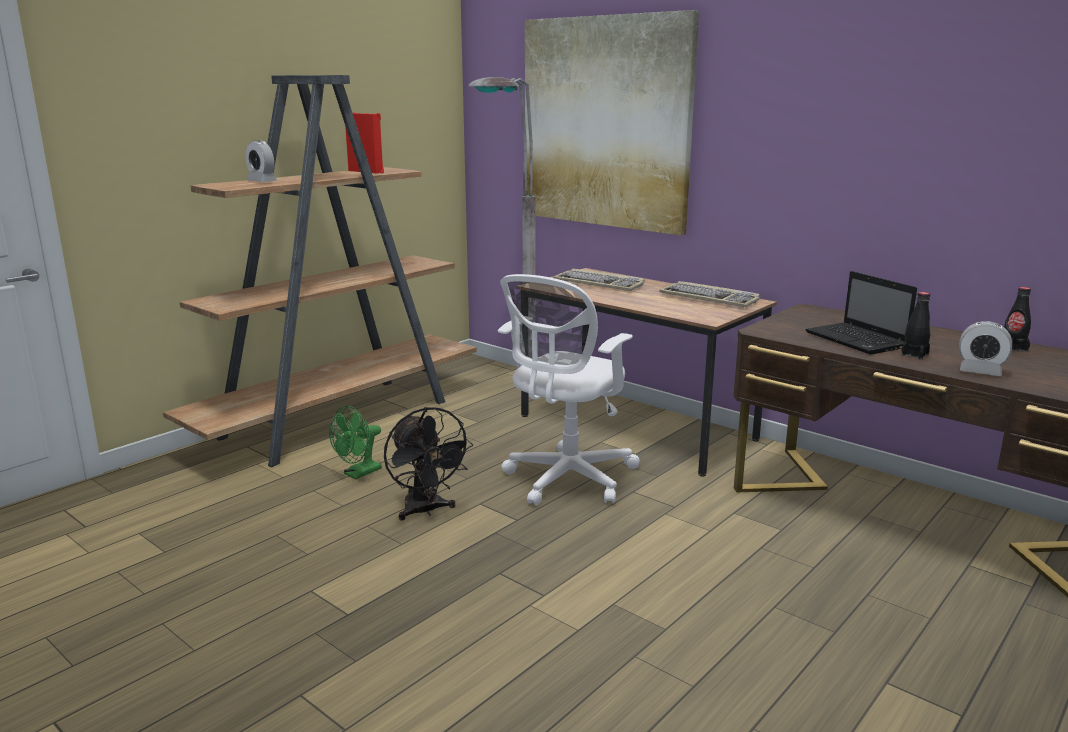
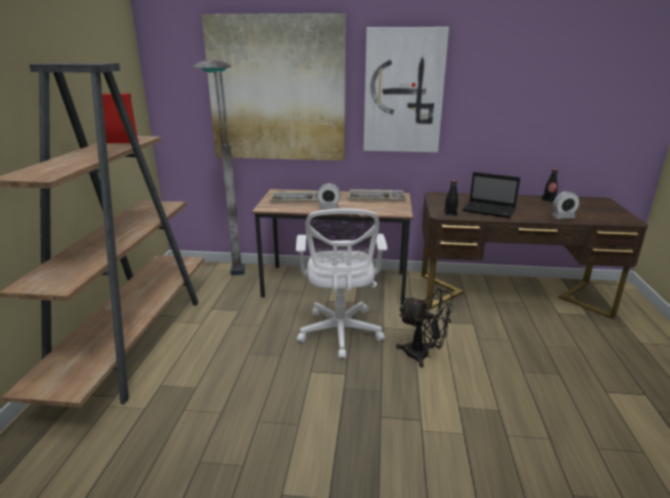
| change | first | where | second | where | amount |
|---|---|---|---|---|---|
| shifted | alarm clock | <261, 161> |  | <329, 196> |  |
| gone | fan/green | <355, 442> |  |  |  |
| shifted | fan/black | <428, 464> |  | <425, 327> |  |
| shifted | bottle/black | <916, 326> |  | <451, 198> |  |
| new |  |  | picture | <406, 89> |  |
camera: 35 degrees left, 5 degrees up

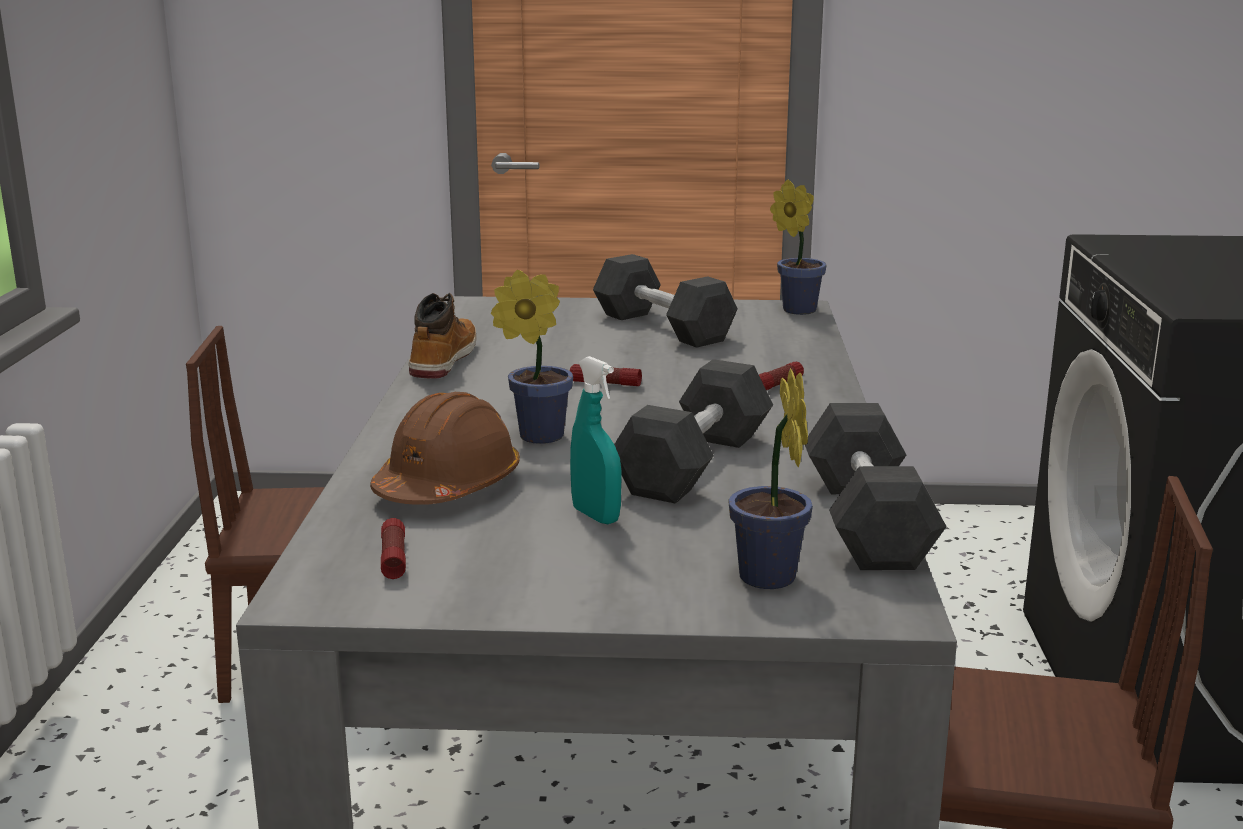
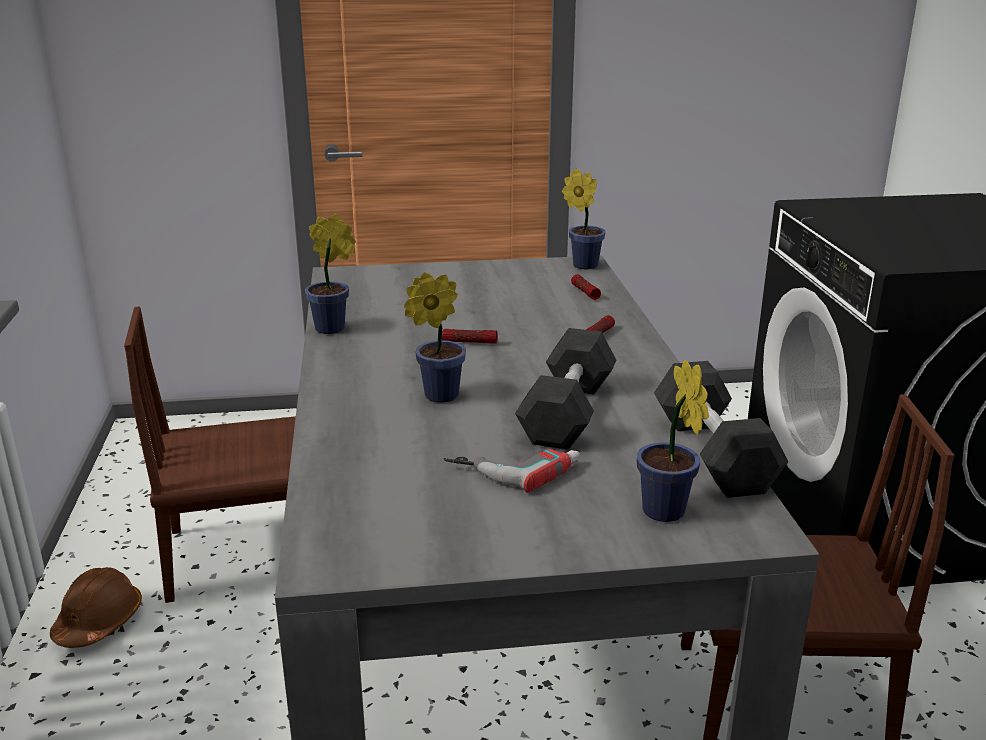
| change | first | where | second | where | amount |
|---|---|---|---|---|---|
| shifted | hard hat/brown | <445, 448> |  | <96, 607> |  |
| shifted | flashlight | <393, 548> |  | <586, 287> |  |
| swapped | boot | <443, 336> | potted plant | <330, 273> |  |
| swapped | spray bottle/turquoise | <596, 440> | power drill | <511, 471> |  |
| gone | dumbbell/black | <665, 301> |  |  |  |
camera: 10 degrees left, 5 degrees up

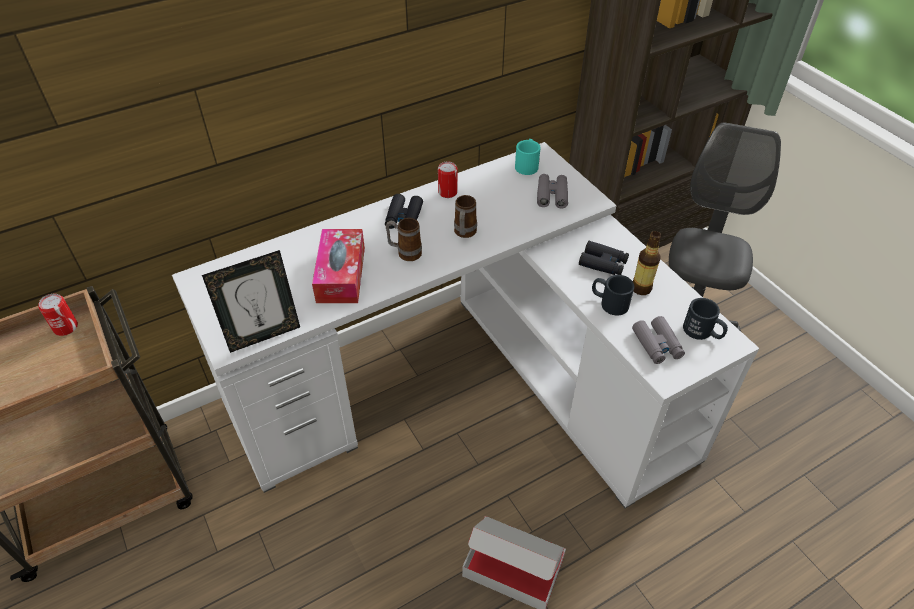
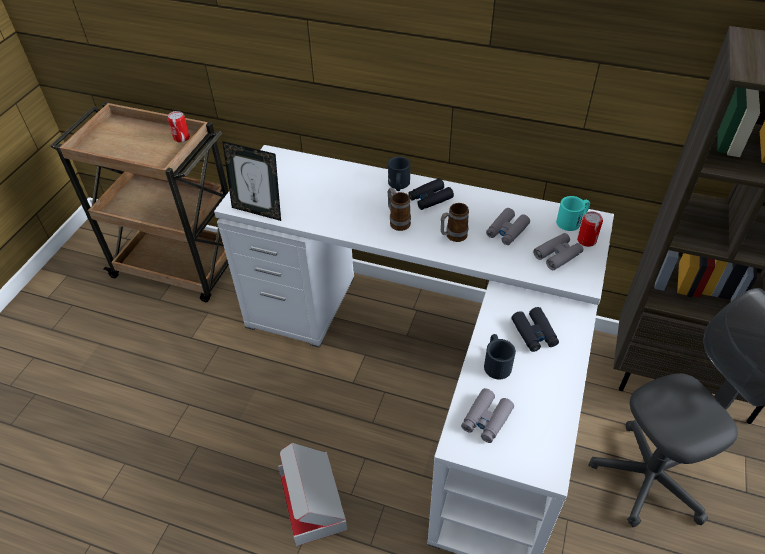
| change | first | where | second | where | amount |
|---|---|---|---|---|---|
| gone | tissue box | <338, 266> |  |  |  |
| shifted | can | <447, 179> |  | <590, 229> |  |
| gone | bottle | <647, 263> |  |  |  |
| shifted | mug/black | <705, 319> |  | <399, 173> |  |
| new |  |  | binoculars/grey | <508, 226> |  |
camera: 50 degrees right, 0 degrees up

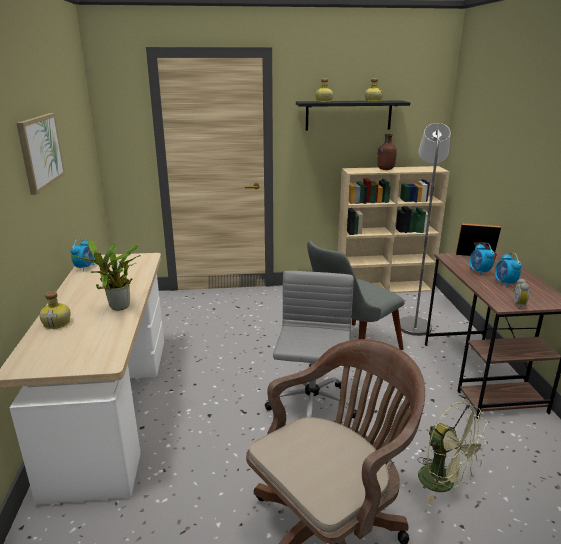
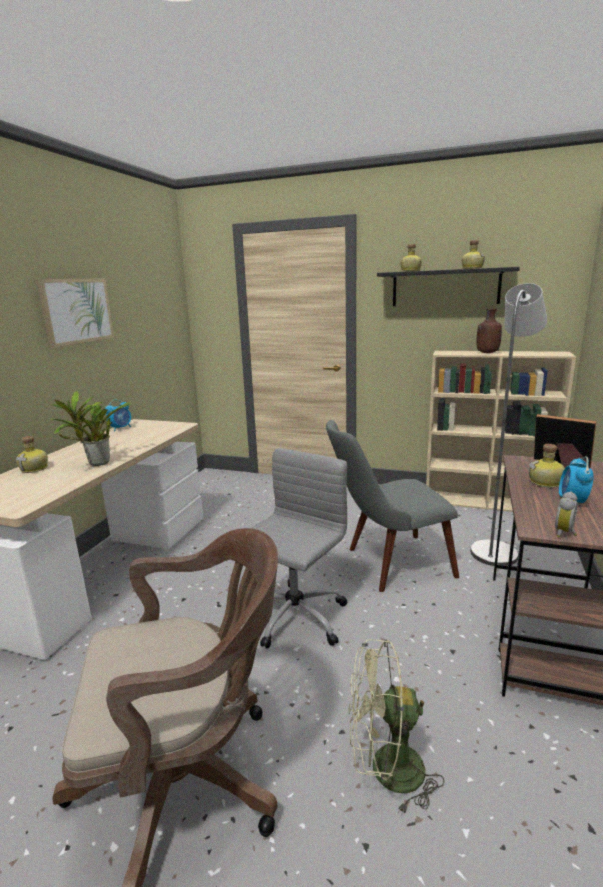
| change | first | where | second | where | amount |
|---|---|---|---|---|---|
| rotated | fan/green | <452, 453> |  | <396, 727> | 105 degrees clockwise |
| swapped | alarm clock | <482, 259> | bottle | <547, 465> |  |
camera: 25 degrees right, 5 degrees down

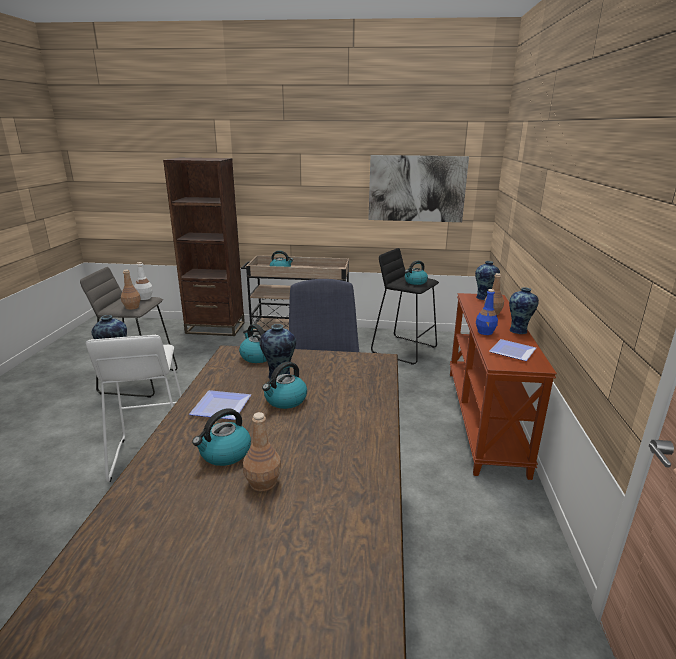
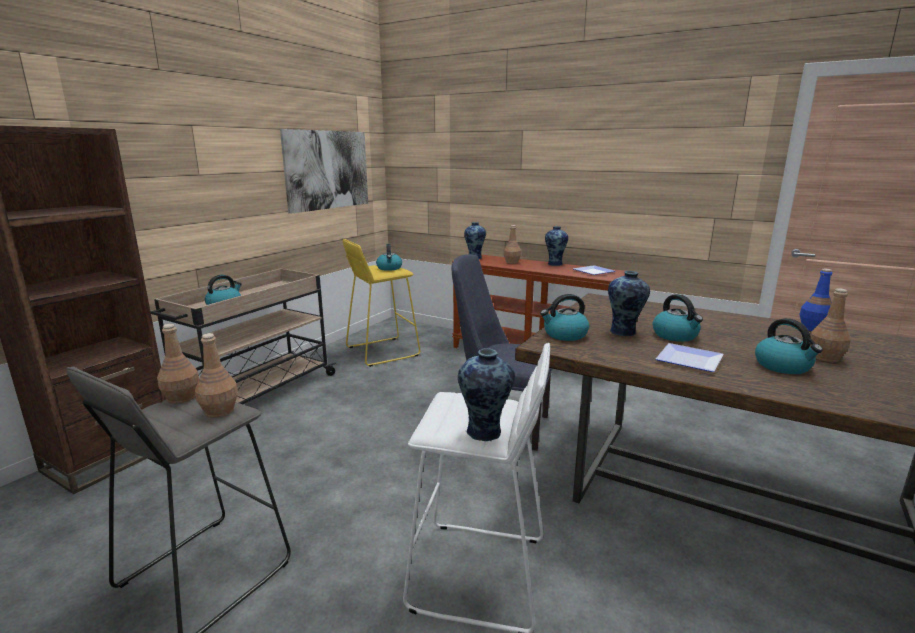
| change | first | where | second | where | amount |
|---|---|---|---|---|---|
| repainted | bottle/white | <143, 281> | bottle/brown | <178, 364> |  |
| repainted | stool/black | <405, 306> | stool/yellow | <381, 303> |  |
| shifted | bottle/blue | <487, 312> |  | <815, 300> |  |
camera: 65 degrees left, 5 degrees down

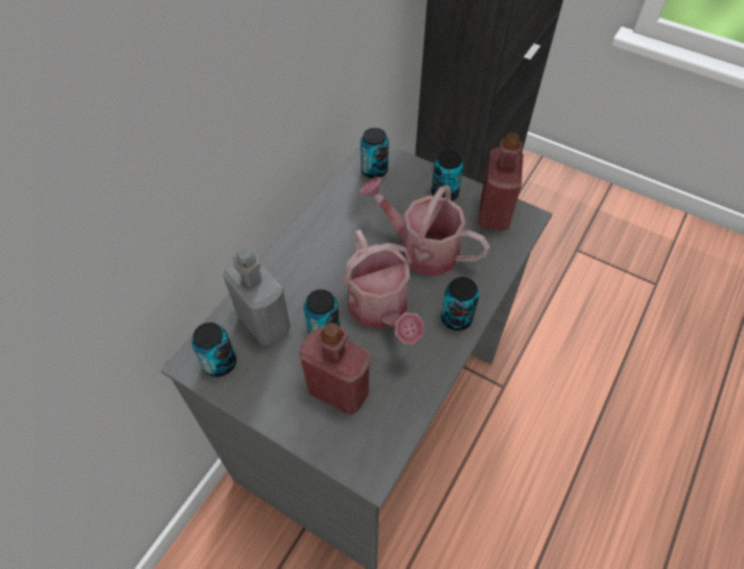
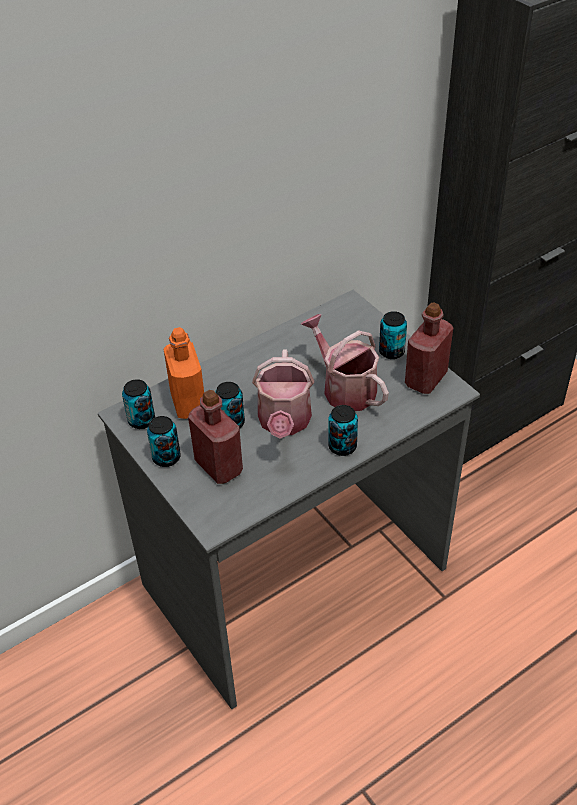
| change | first | where | second | where | amount |
|---|---|---|---|---|---|
| repainted | bottle/grey | <256, 296> | bottle/orange | <183, 373> |  |
| shifted | can | <374, 153> |  | <164, 441> |  |
camera: 25 degrees right, 10 degrees down

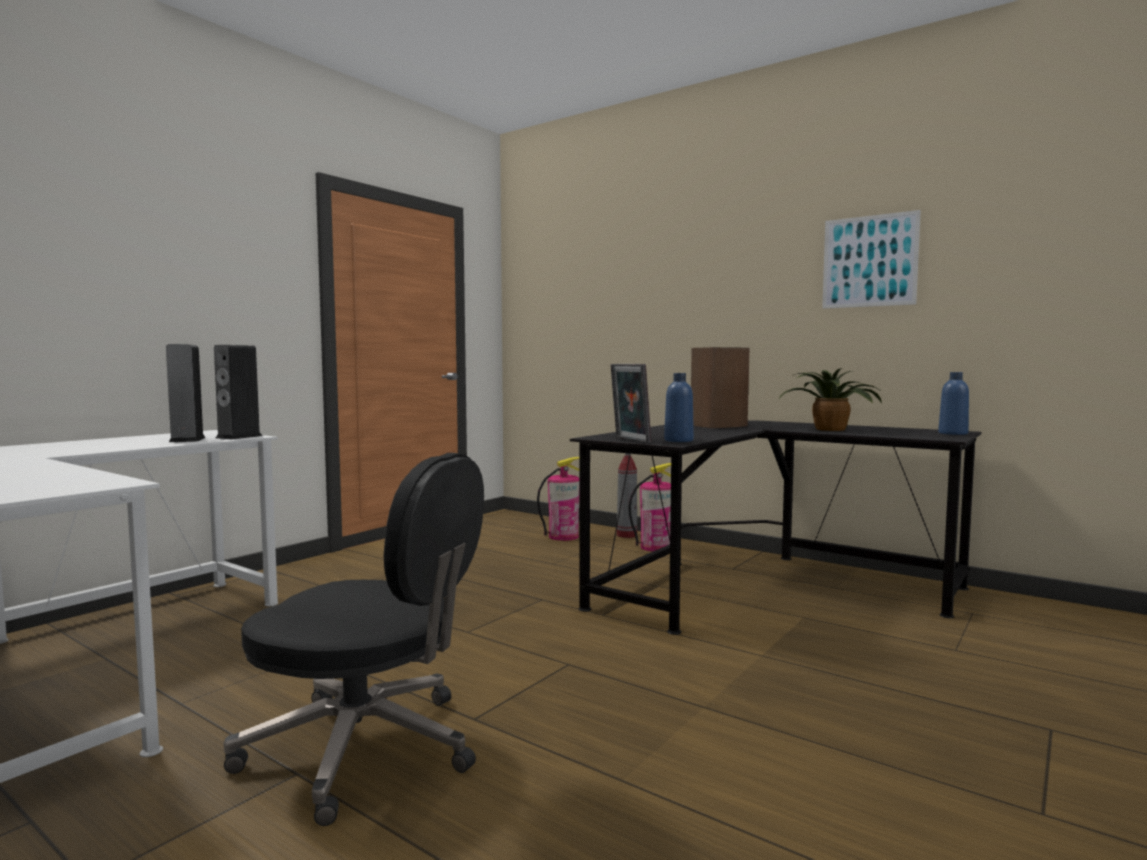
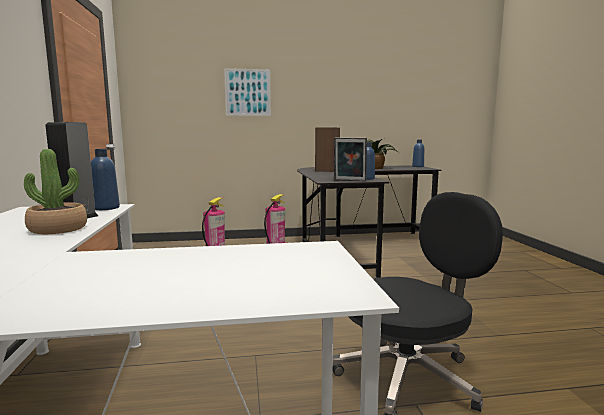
| change | first | where | second | where | amount |
|---|---|---|---|---|---|
| swapped | speaker | <238, 392> | bottle/blue | <105, 179> |  |
| gone | fire extinguisher | <627, 495> |  |  |  |
| shifted | picture | <871, 259> |  | <247, 92> |  |
| new |  |  | potted plant | <55, 191> |  |
camera: 45 degrees left, 5 degrees up

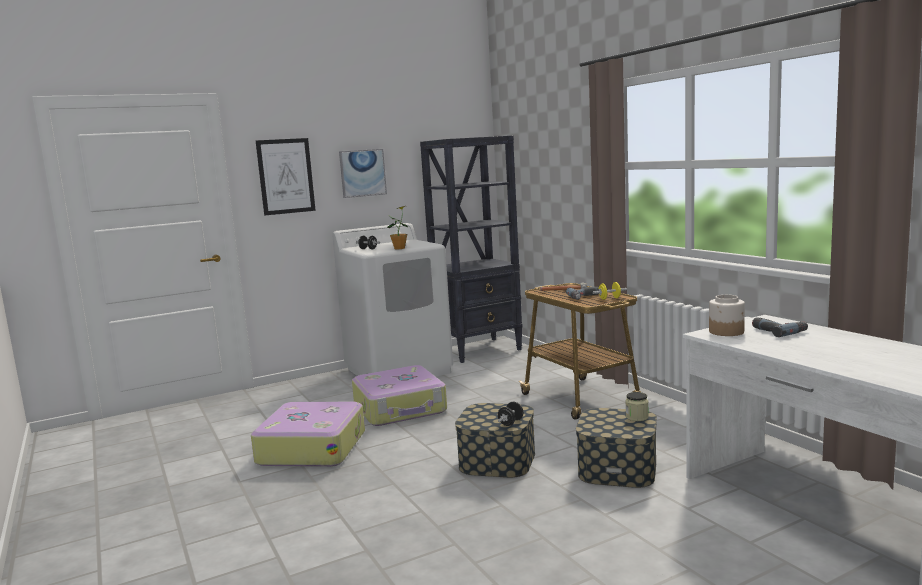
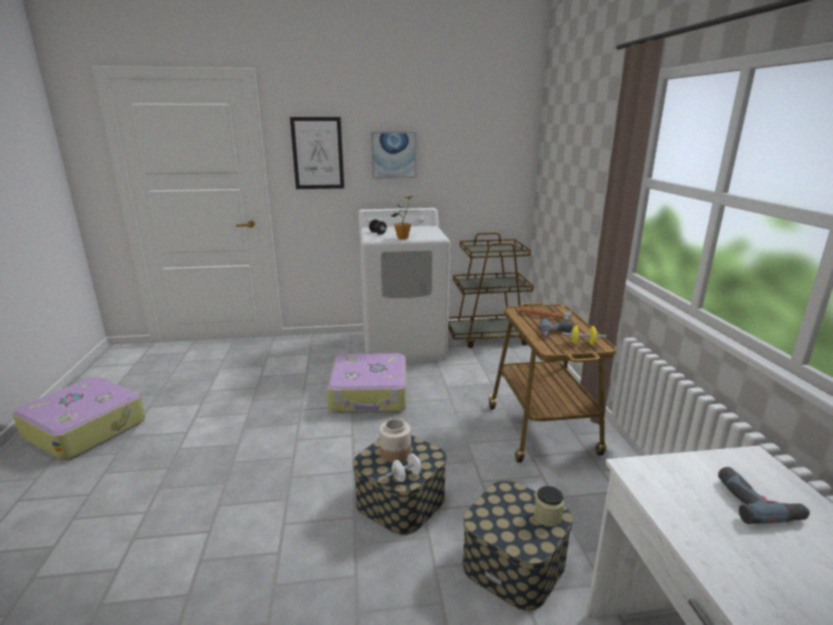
| change | first | where | second | where | amount |
|---|---|---|---|---|---|
| shifted | suitcase | <308, 434> |  | <79, 418> |  |
| swapped | bookcase/black | <471, 249> | cart/brown | <491, 290> |  |
| repainted | dumbbell/black | <510, 414> | dumbbell/white | <406, 467> |  |
| shifted | jar | <727, 315> |  | <395, 441> |  |
camera: 20 degrees right, 10 degrees up

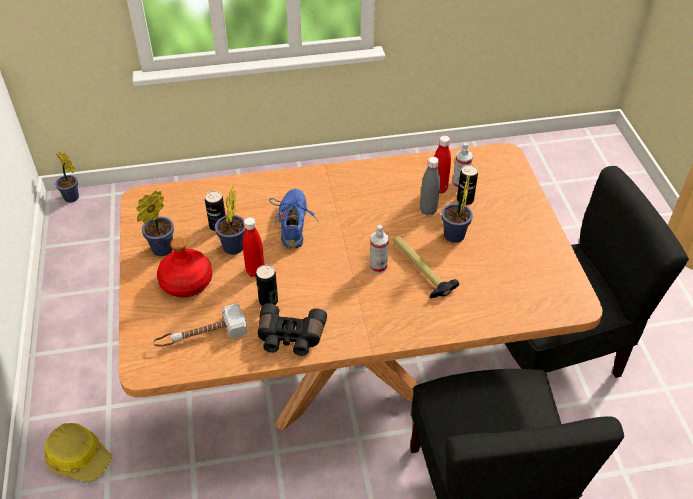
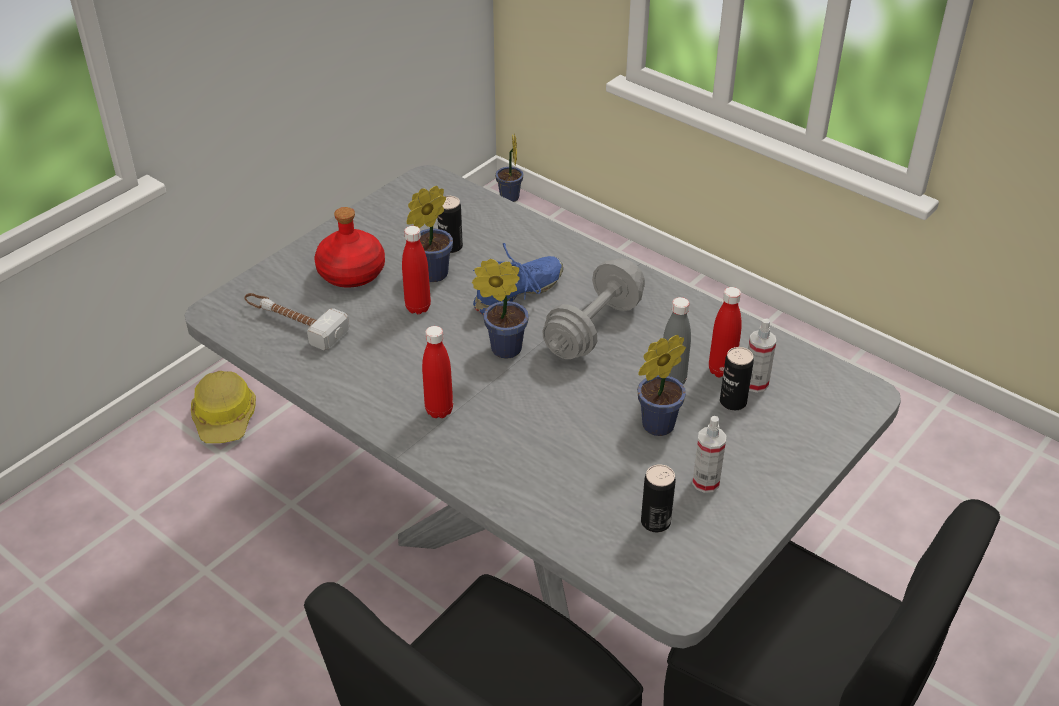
| change | first | where | second | where | amount |
|---|---|---|---|---|---|
| repainted | dining table/brown | <361, 287> | dining table/grey | <543, 407> |  |
| shifted | potted plant | <155, 223> |  | <500, 309> |  |
| shifted | can | <267, 285> |  | <658, 498> |  |
| gone | binoculars/black | <292, 329> |  |  |  |
| shifted | spray bottle | <379, 249> |  | <709, 454> |  |
| gone | hammer | <426, 267> |  |  |  |
| new |  |  | bottle/red | <437, 372> |  |
| new |  |  | dumbbell/grey | <593, 308> |  |
camera: 50 degrees right, 5 degrees down

